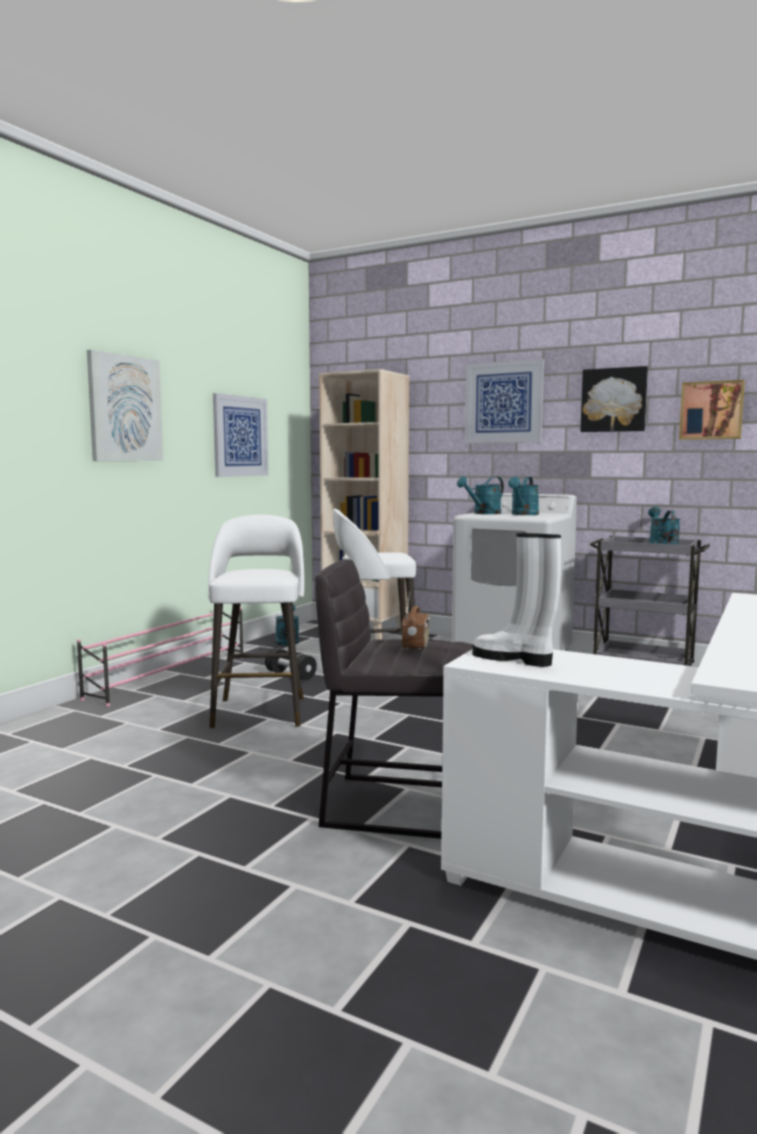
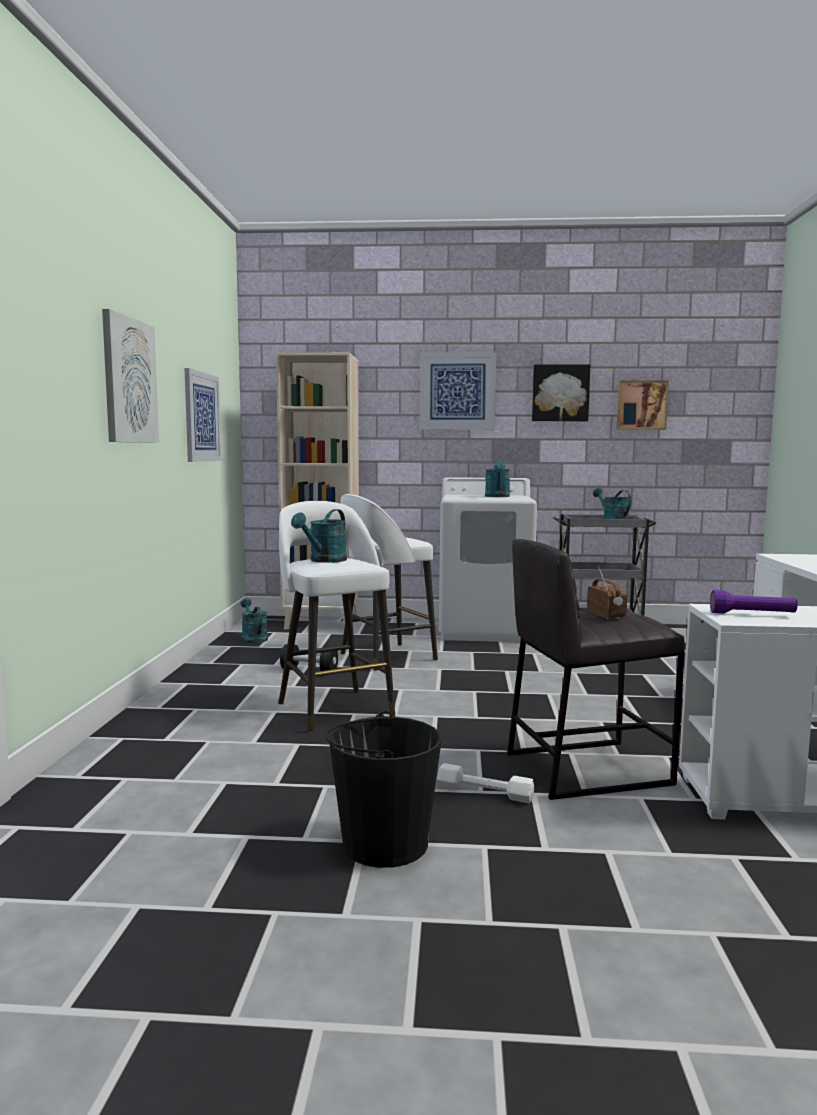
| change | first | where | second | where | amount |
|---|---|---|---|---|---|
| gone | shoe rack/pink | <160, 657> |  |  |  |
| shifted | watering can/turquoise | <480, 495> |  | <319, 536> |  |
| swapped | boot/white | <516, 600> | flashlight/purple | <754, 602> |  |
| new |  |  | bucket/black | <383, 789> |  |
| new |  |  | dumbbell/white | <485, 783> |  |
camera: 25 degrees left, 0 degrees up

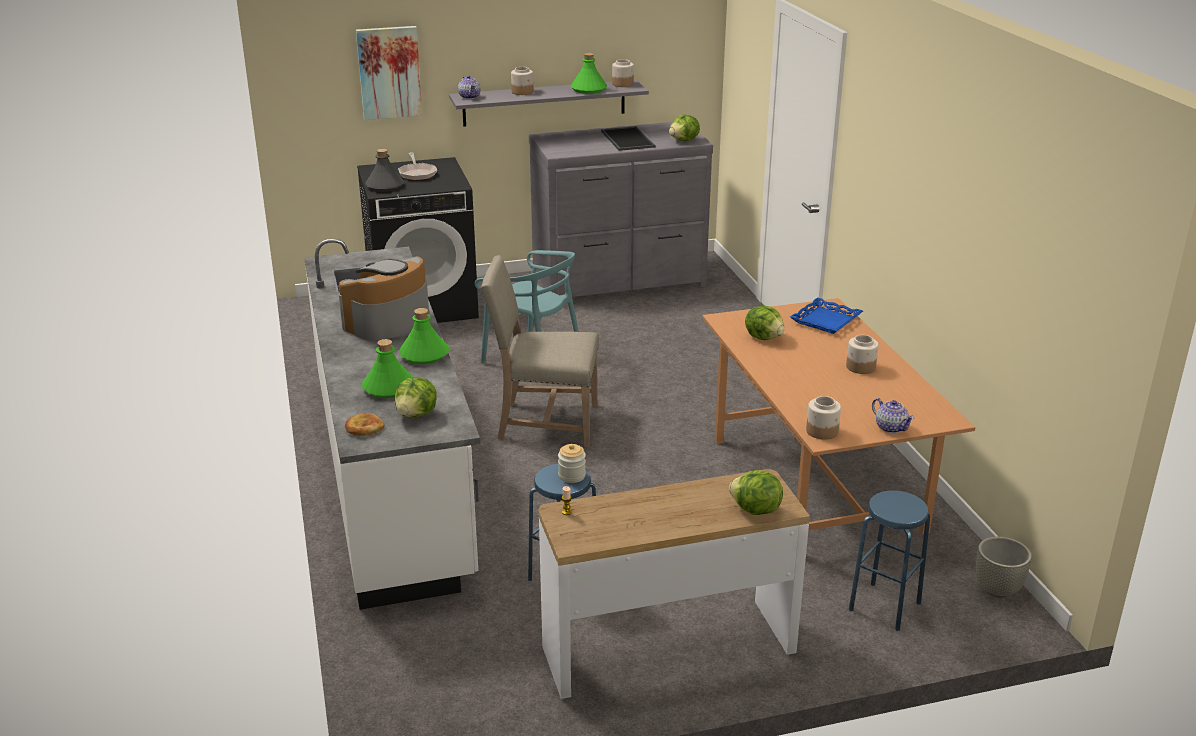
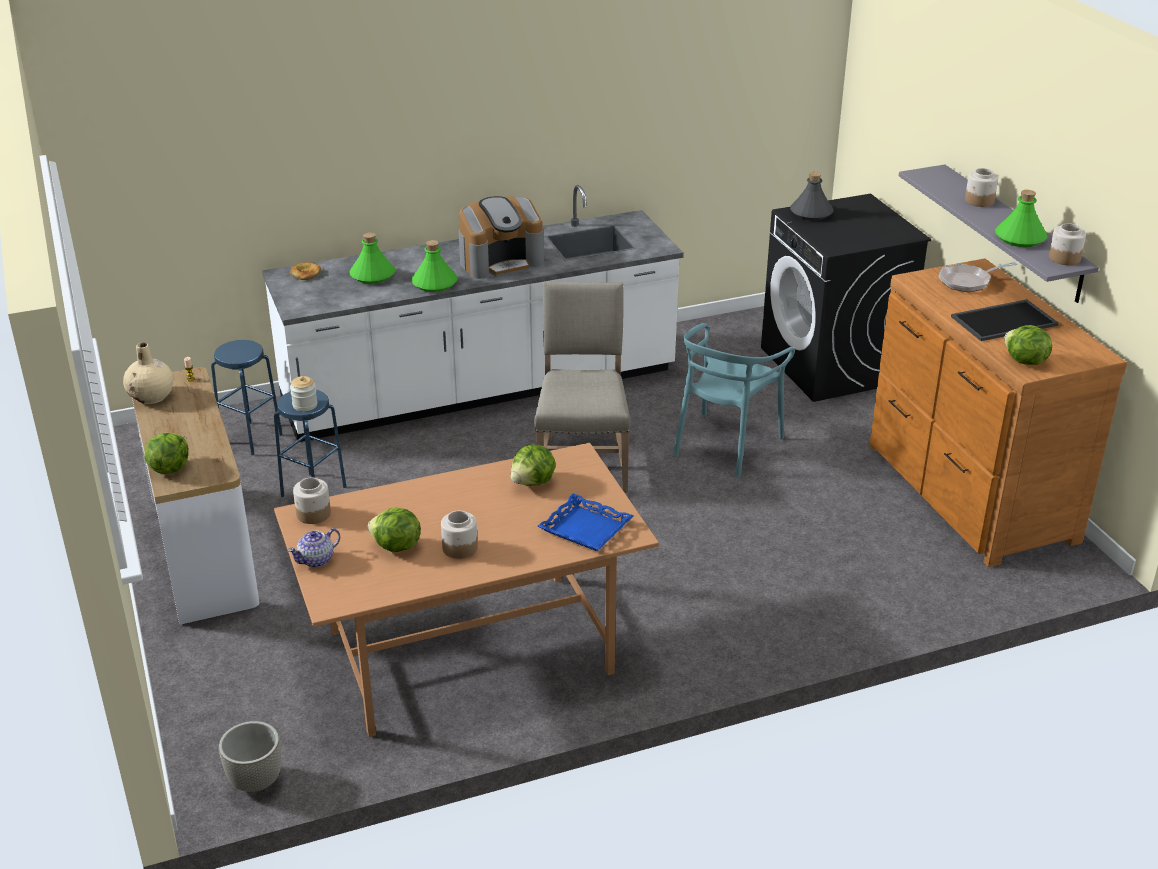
| change | first | where | second | where | amount |
|---|---|---|---|---|---|
| rotated | coffee machine | <384, 298> |  | <501, 237> | 120 degrees clockwise |
| gone | picture | <389, 73> |  |  |  |
| shifted | lettuce | <416, 397> |  | <394, 530> |  |
| shifted | frying pan | <417, 166> |  | <978, 277> |  |
| gone | teapot | <469, 87> |  |  |  |
| repainted | dresser/grey | <621, 209> | dresser/brown | <998, 412> |  |
| shifted | stool/blue | <889, 560> |  | <247, 397> |  |
| new |  |  | vase/beige | <148, 373> |  |
camera: 85 degrees right, 5 degrees up

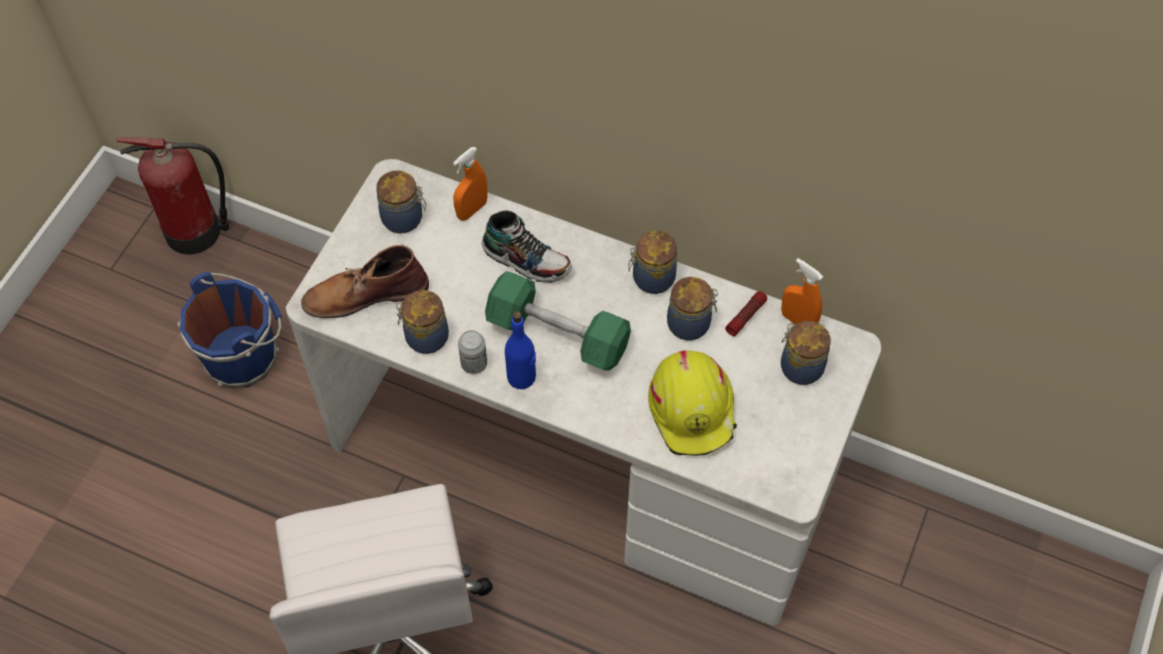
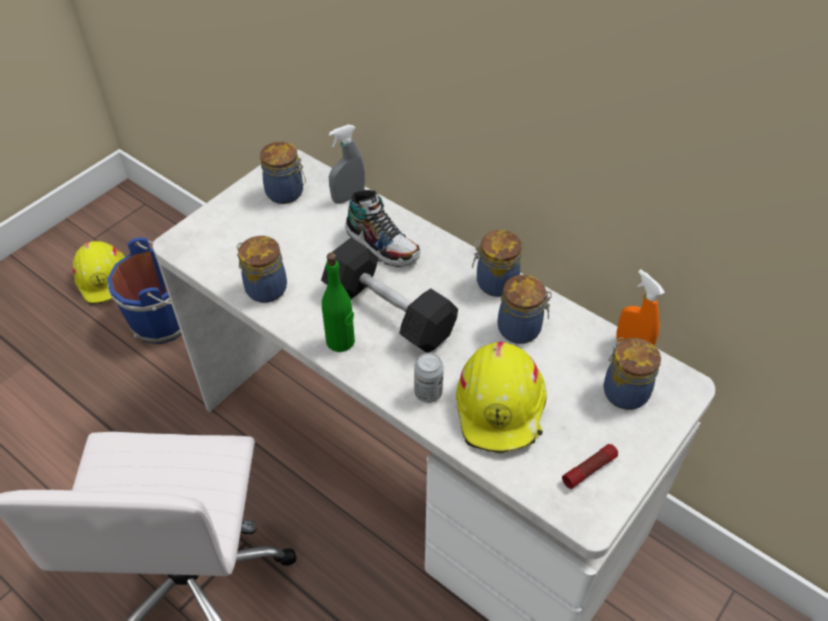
| change | first | where | second | where | amount |
|---|---|---|---|---|---|
| gone | fire extinguisher | <173, 196> |  |  |  |
| gone | boot/brown | <365, 281> |  |  |  |
| repainted | spray bottle/orange | <470, 184> | spray bottle/grey | <347, 164> |  |
| shifted | can | <472, 352> |  | <429, 378> |  |
| repainted | dumbbell/green | <558, 321> | dumbbell/black | <389, 295> |  |
| repainted | bottle/blue | <520, 350> | bottle/green | <338, 302> |  |
| shifted | flashlight | <746, 313> |  | <590, 466> |  |
| new |  |  | hard hat/yellow | <98, 273> |  |
camera: 15 degrees right, 10 degrees down

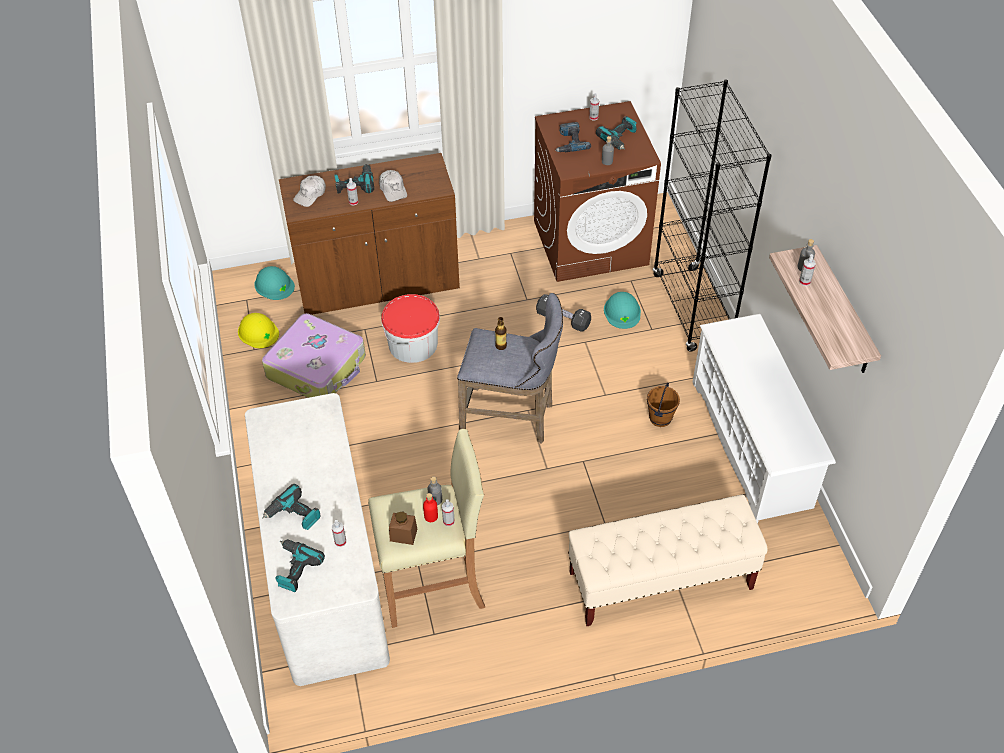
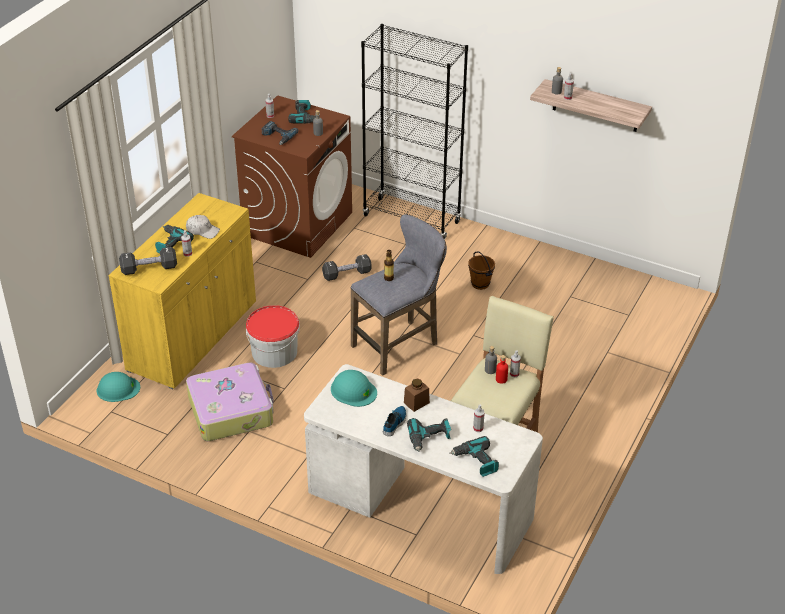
| change | first | where | second | where | amount |
|---|---|---|---|---|---|
| gone | hard hat/yellow | <258, 330> |  |  |  |
| repainted | cabinet/brown | <369, 234> | cabinet/yellow | <182, 291> |  |
| swapped | cap/white | <309, 191> | dumbbell/black | <148, 261> |  |
| shifted | jar/brown | <403, 528> |  | <417, 395> |  |
| gone | bench/beige | <668, 560> |  |  |  |
| shifted | hard hat/turquoise | <622, 310> |  | <354, 388> |  |
| gone | shoe rack/white | <764, 418> |  |  |  |
| new |  |  | shoe | <394, 421> |  |
camera: 50 degrees left, 10 degrees down

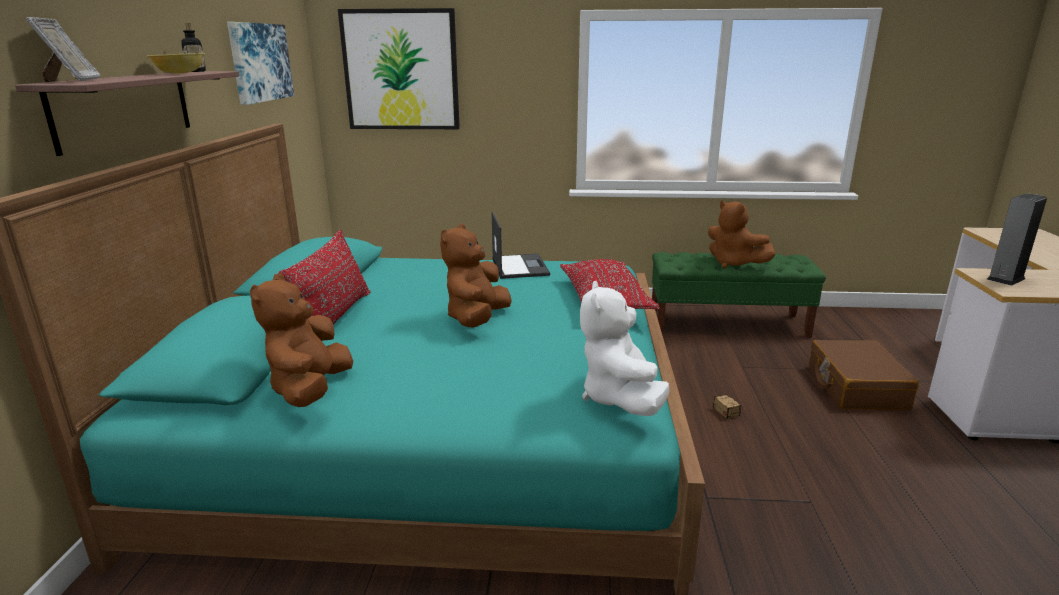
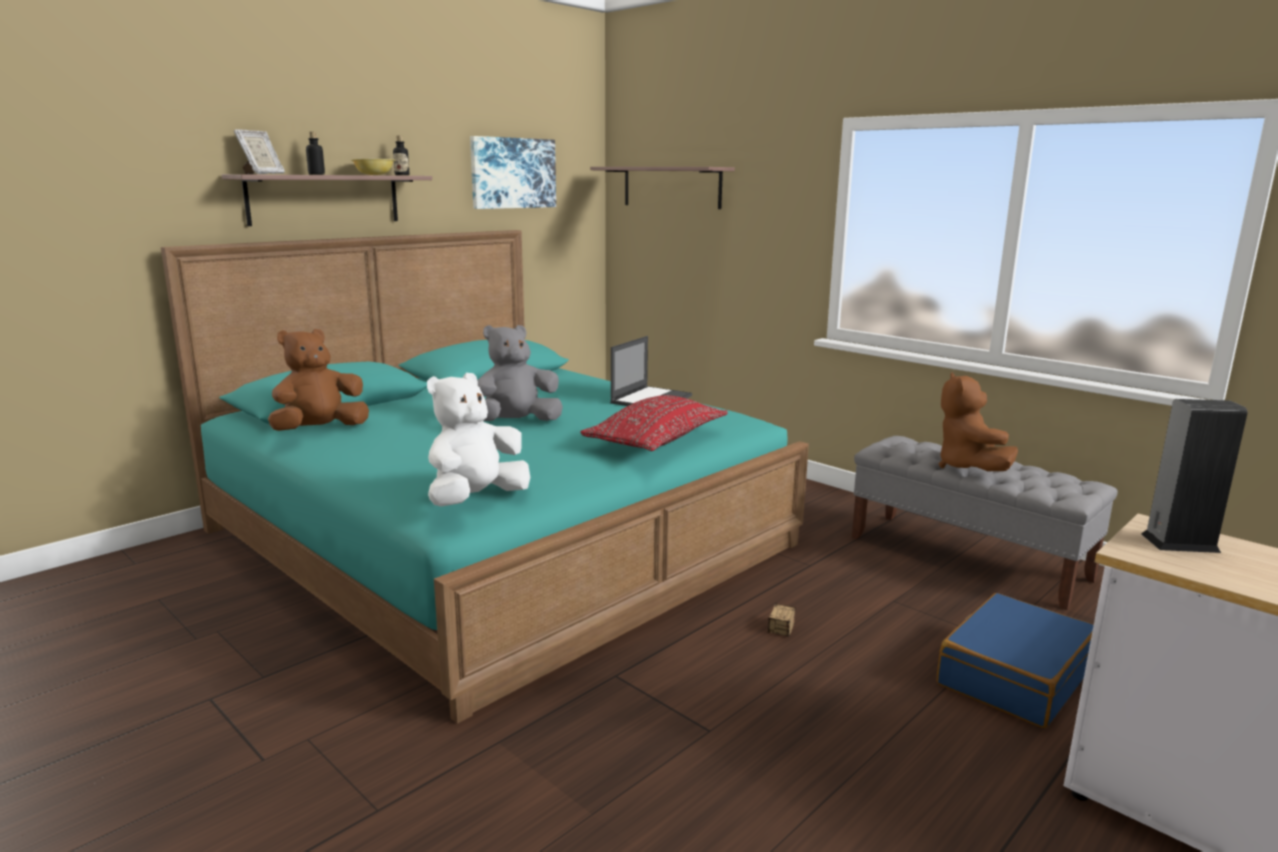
| change | first | where | second | where | amount |
|---|---|---|---|---|---|
| gone | pillow/red | <324, 277> |  |  |  |
| swapped | picture | <399, 68> | shelf | <662, 188> |  |
| repainted | plush toy/brown | <476, 276> | plush toy/grey | <520, 373> |  |
| repainted | bench/green | <739, 295> | bench/grey | <985, 523> |  |
| repainted | suitcase/brown | <864, 375> | suitcase/blue | <1015, 660> |  |
| new |  |  | bottle | <315, 153> |  |
camera: 40 degrees right, 5 degrees down

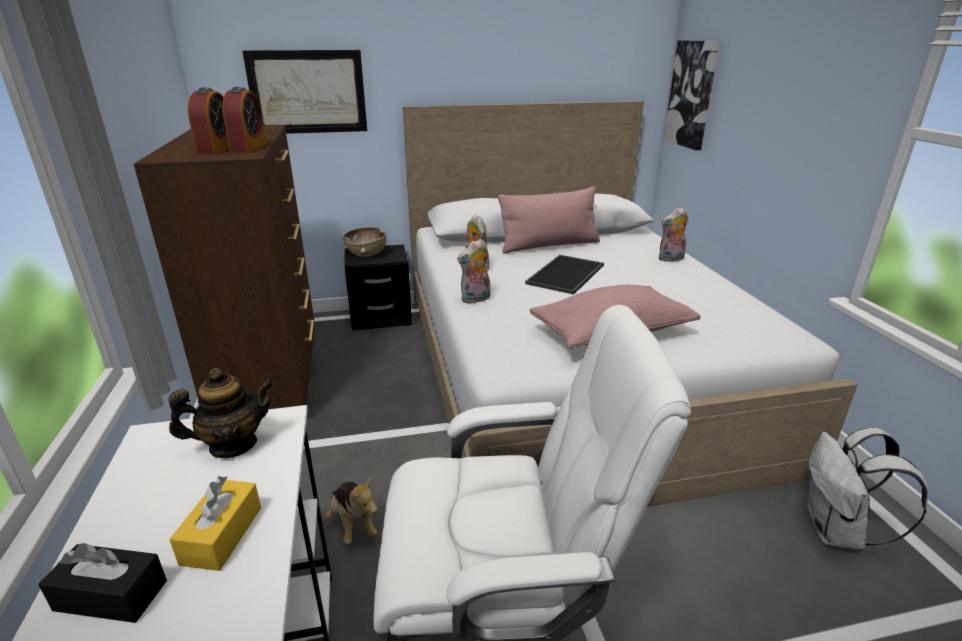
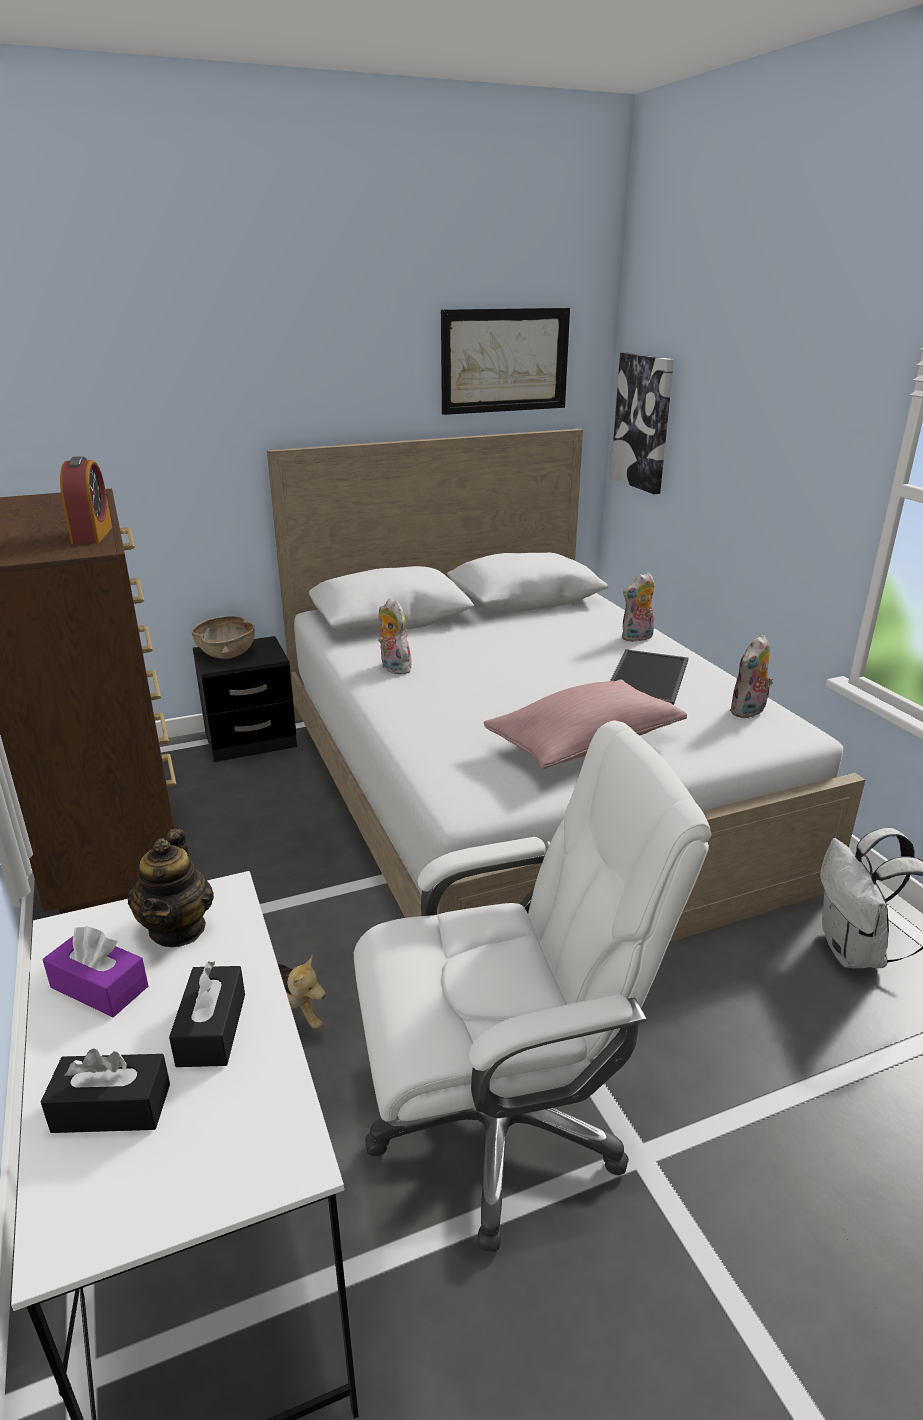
| change | first | where | second | where | amount |
|---|---|---|---|---|---|
| rotated | teapot | <221, 413> |  | <171, 888> | 120 degrees clockwise |
| repainted | tissue box/yellow | <215, 523> | tissue box/black | <207, 1014> |  |
| gone | alarm clock | <208, 121> |  |  |  |
| shifted | picture | <305, 92> |  | <505, 361> |  |
| shifted | plush toy | <473, 271> |  | <751, 676> |  |
| gone | pillow/pink | <549, 220> |  |  |  |
| shifted | tray | <564, 275> |  | <649, 677> |  |
| new |  |  | tissue box/purple | <96, 971> |  |
camera: 10 degrees left, 0 degrees up

